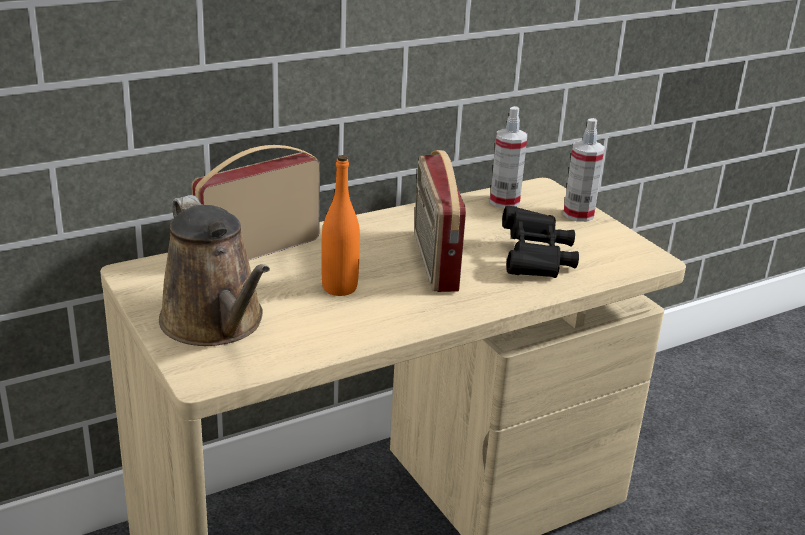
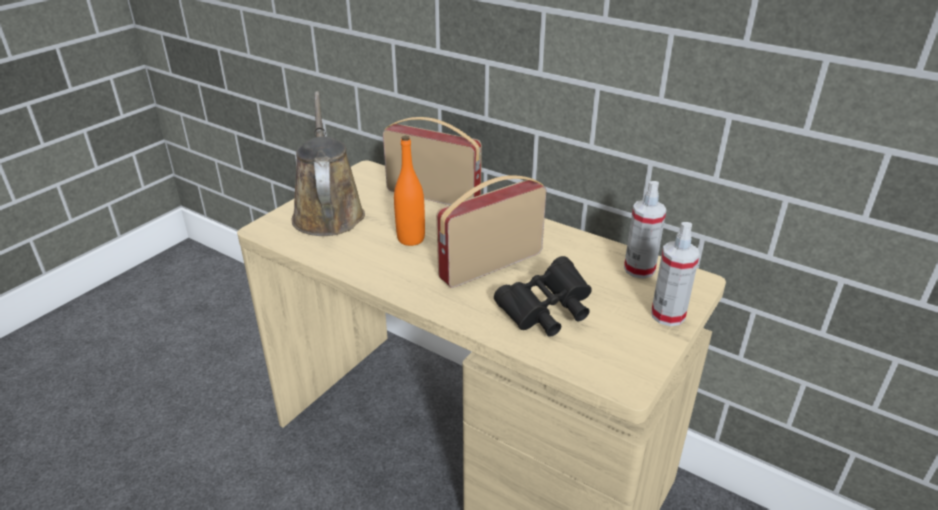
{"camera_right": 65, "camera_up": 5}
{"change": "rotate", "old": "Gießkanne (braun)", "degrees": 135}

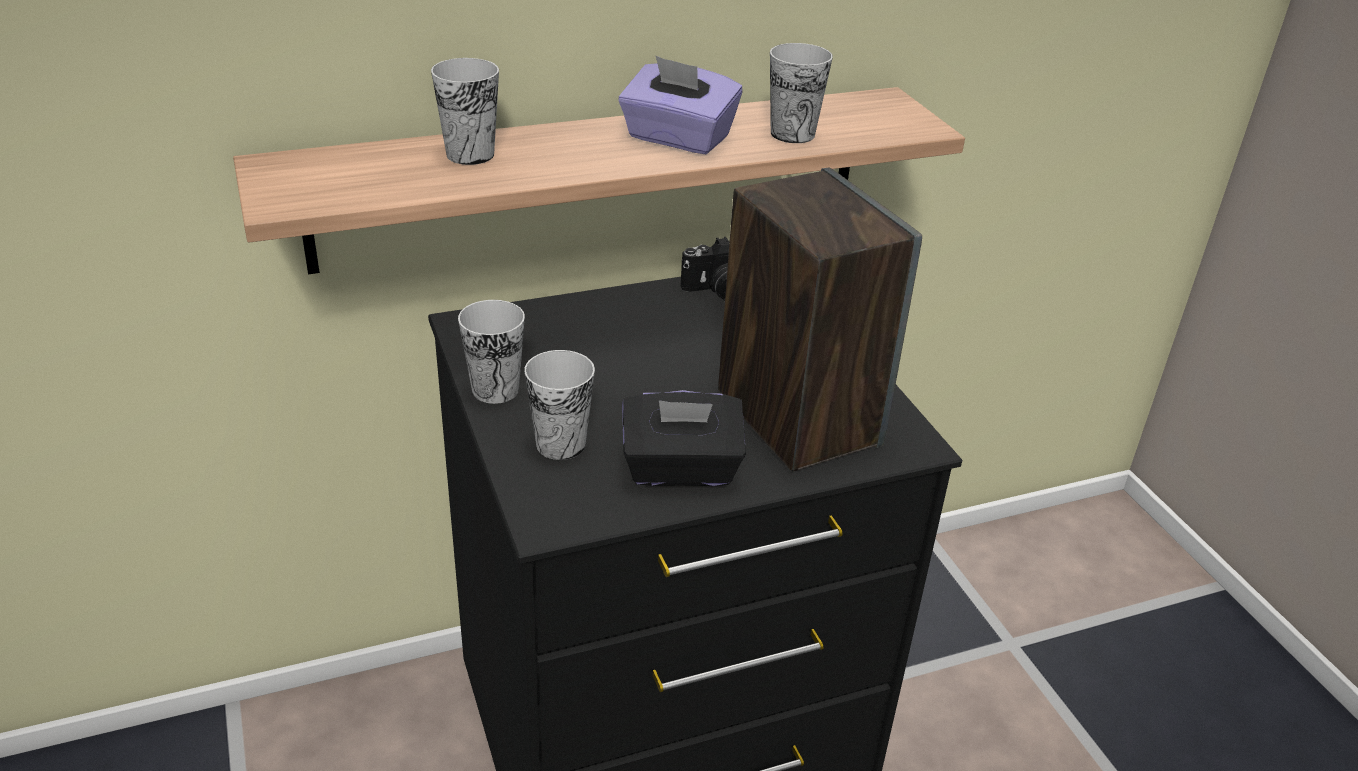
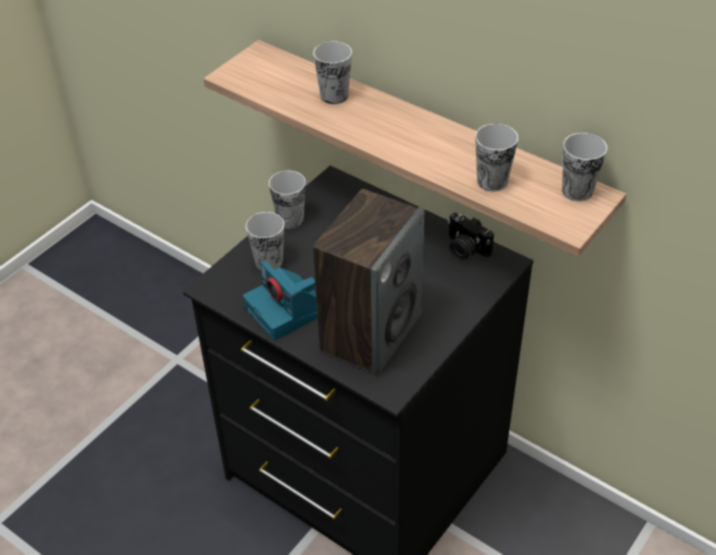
{"camera_right": 60, "camera_up": 10}
{"change": "replace", "old": "Taschentuchbox (schwarz)", "new": "Kamera (1st from left)"}
{"change": "insert", "new": "Tasse (5th from left)"}
{"change": "delete", "old": "Taschentuchbox (lila)"}

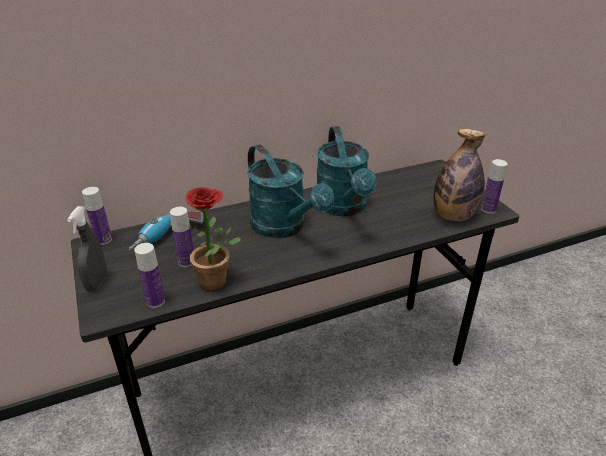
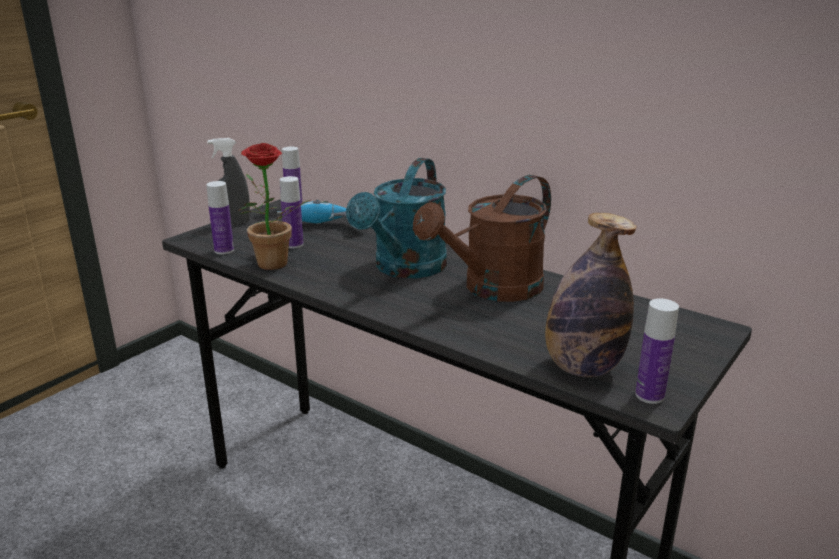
{"camera_right": 60, "camera_up": -10}
{"change": "recolor", "old": "Gießkanne (türkis) (2nd from left)", "new": "Gießkanne (braun)"}

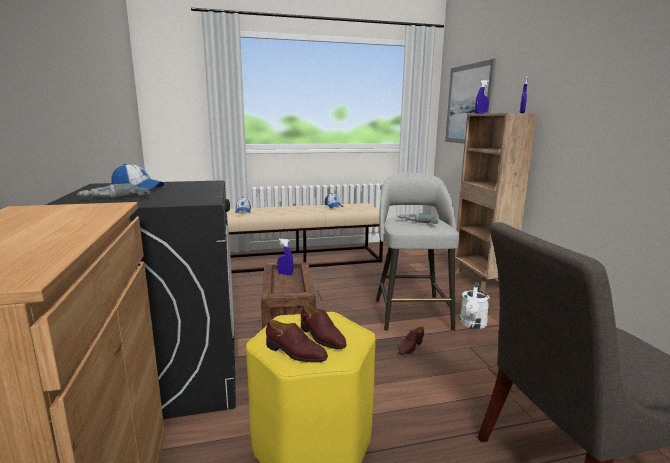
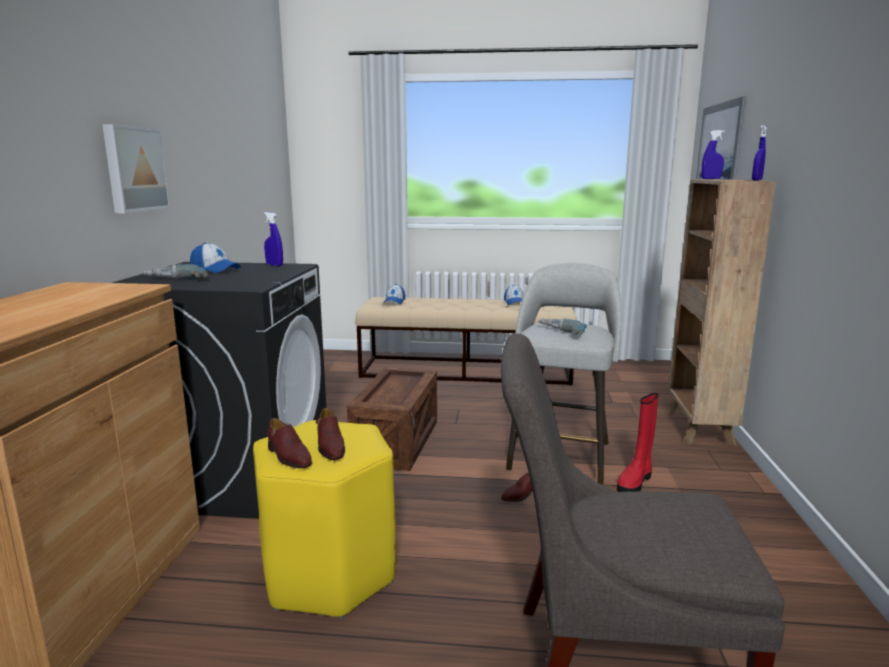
{"camera_right": 20, "camera_up": 0}
{"change": "insert", "new": "Bild (1st from left)"}
{"change": "move", "old": "Sprühflasche (blau) (1st from left)"}
{"change": "replace", "old": "Gießkanne (weiß)", "new": "Stiefel (rot)"}

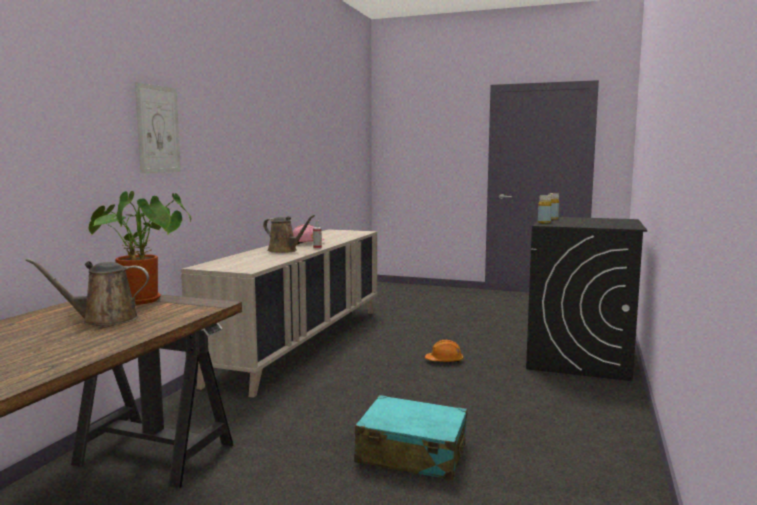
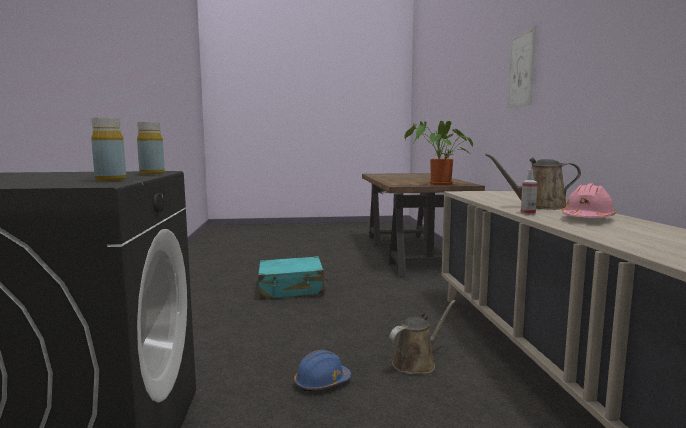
{"camera_right": 155, "camera_up": 0}
{"change": "recolor", "old": "Schutzhelm (orange)", "new": "Schutzhelm (blau)"}
{"change": "move", "old": "Gießkanne (braun) (1st from left)"}

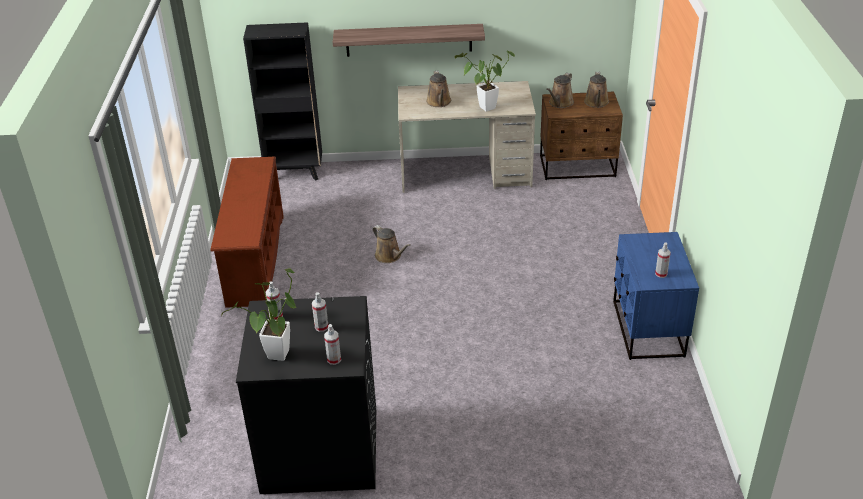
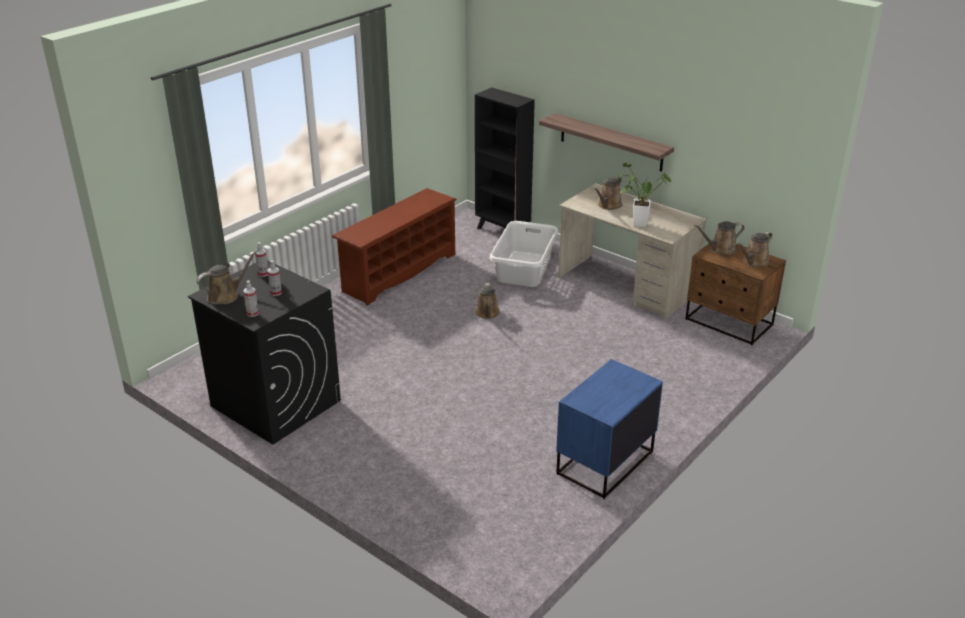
{"camera_right": 40, "camera_up": -5}
{"change": "replace", "old": "Topfpflanze (1st from left)", "new": "Gießkanne (braun) (1st from left)"}
{"change": "insert", "new": "Wäschekorb (weiß)"}
{"change": "delete", "old": "Sprühflasche (4th from left)"}

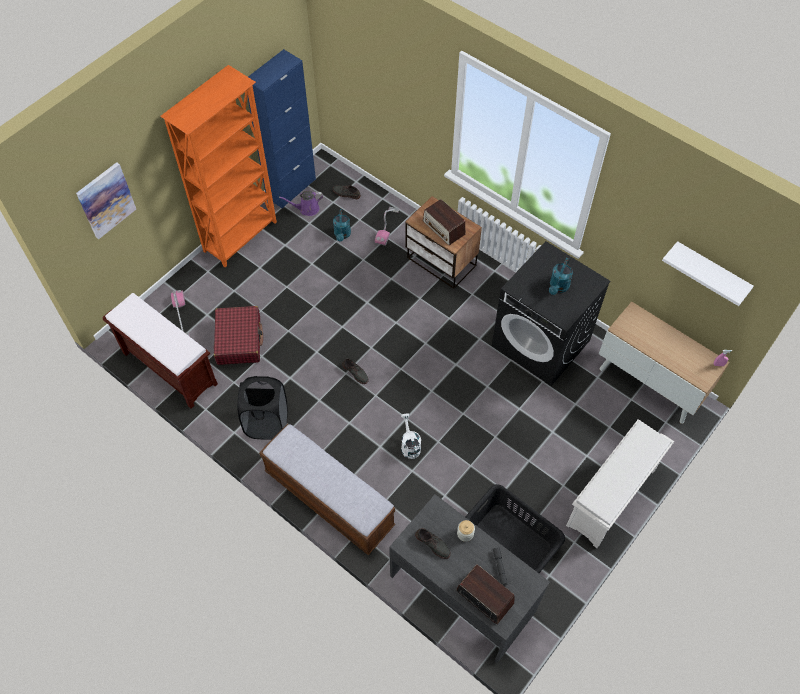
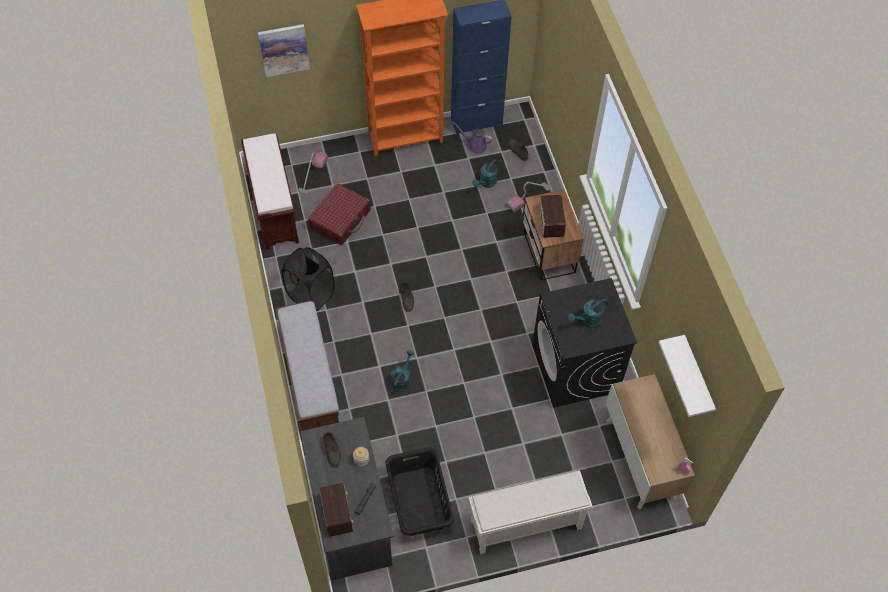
{"camera_right": 35, "camera_up": 0}
{"change": "recolor", "old": "Gießkanne (weiß)", "new": "Gießkanne (türkis) (1st from left)"}

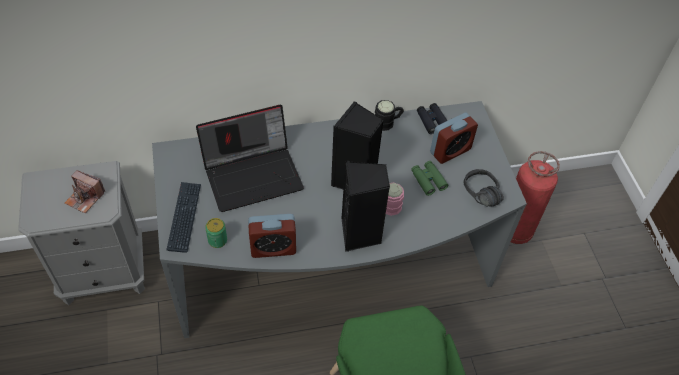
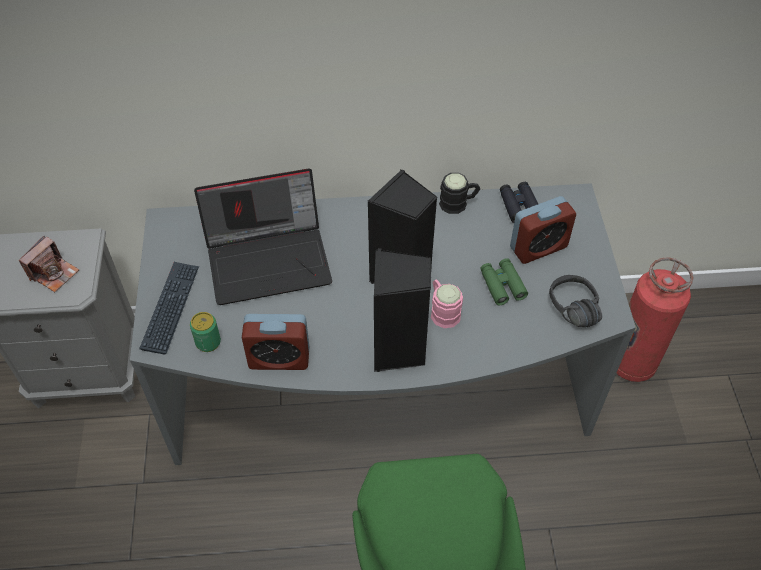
{"camera_right": 10, "camera_up": 0}
{"change": "rotate", "old": "Kamera", "degrees": -90}

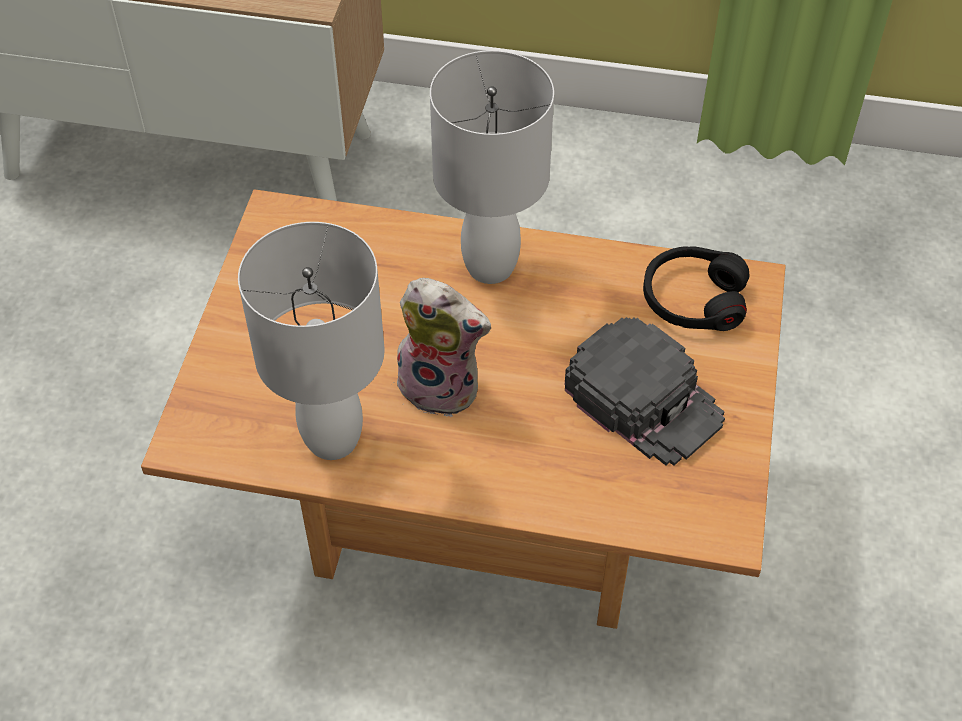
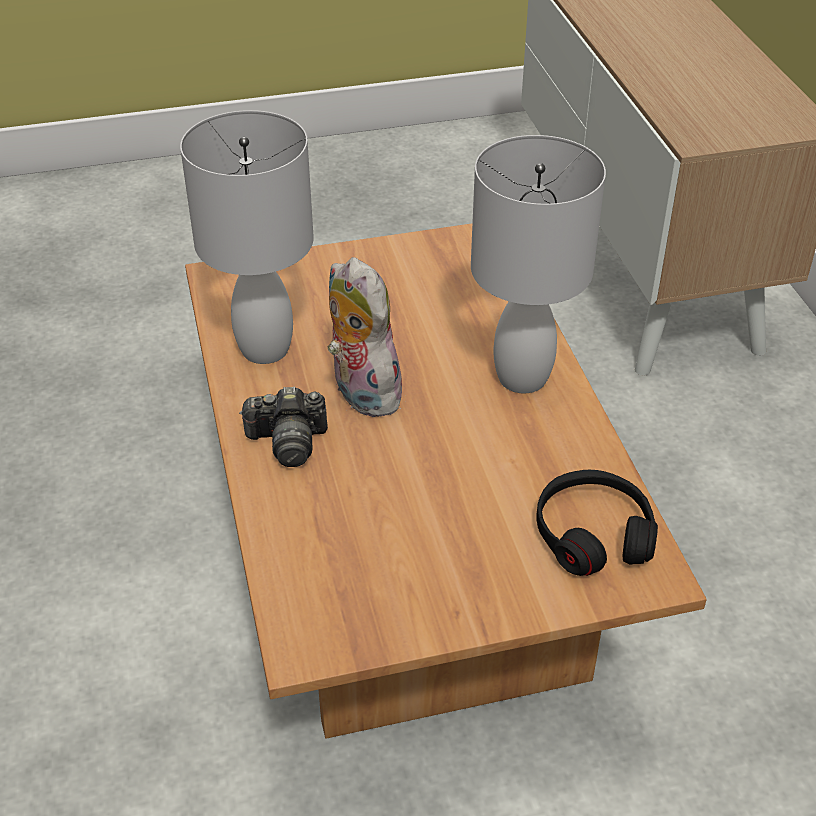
{"camera_right": 65, "camera_up": -10}
{"change": "insert", "new": "Kamera"}
{"change": "rotate", "old": "Plüschtier", "degrees": 150}
{"change": "delete", "old": "Kappe (schwarz)"}

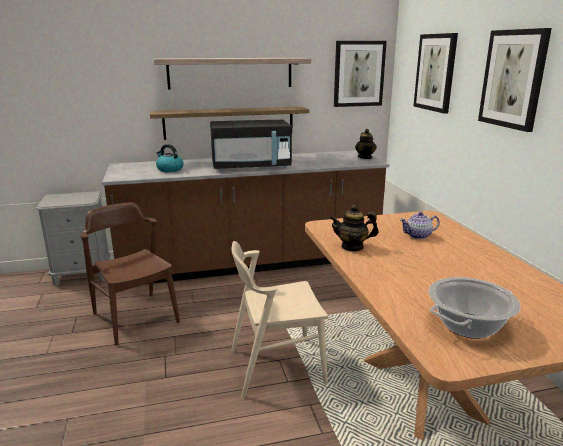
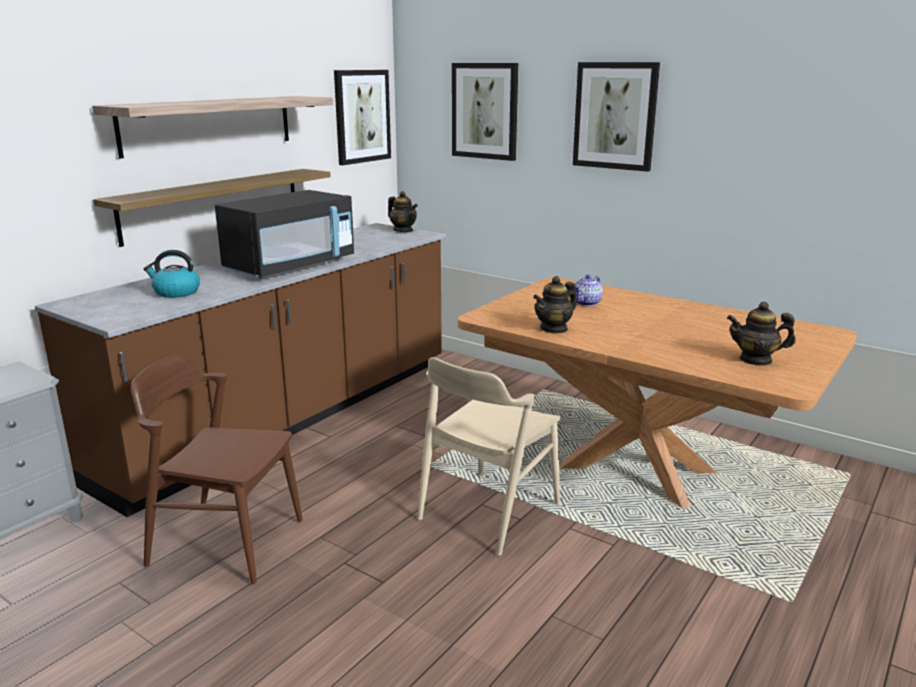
{"camera_right": -40, "camera_up": 0}
{"change": "replace", "old": "Kochtopf", "new": "Teekanne (4th from left)"}

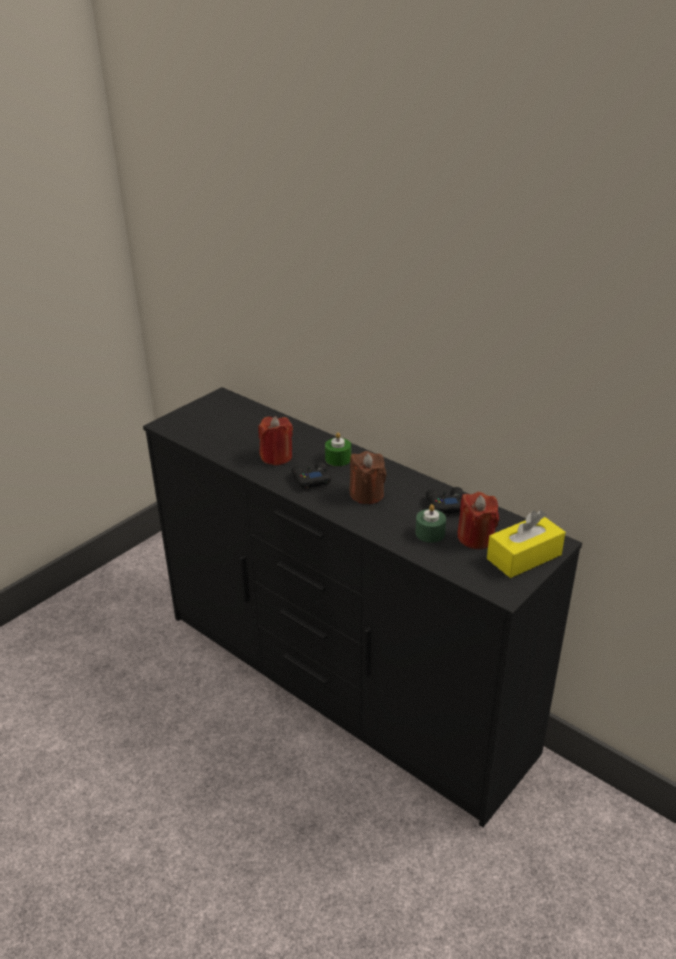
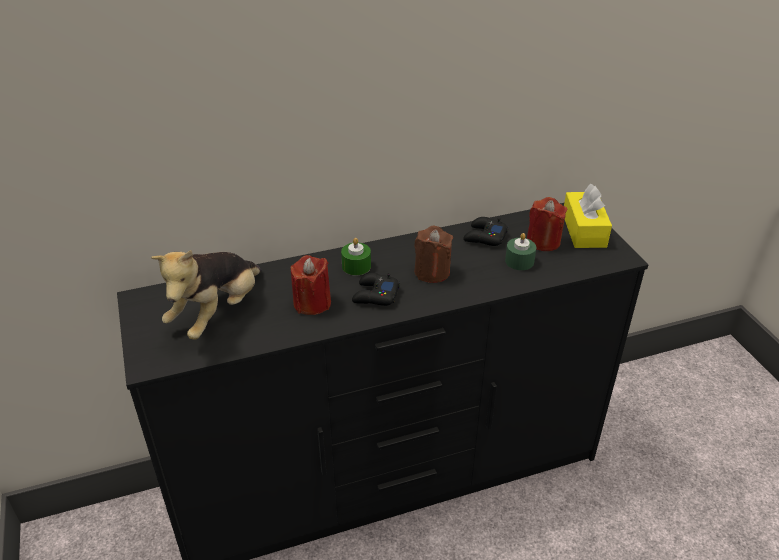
{"camera_right": -60, "camera_up": 5}
{"change": "insert", "new": "Plüschtier"}

